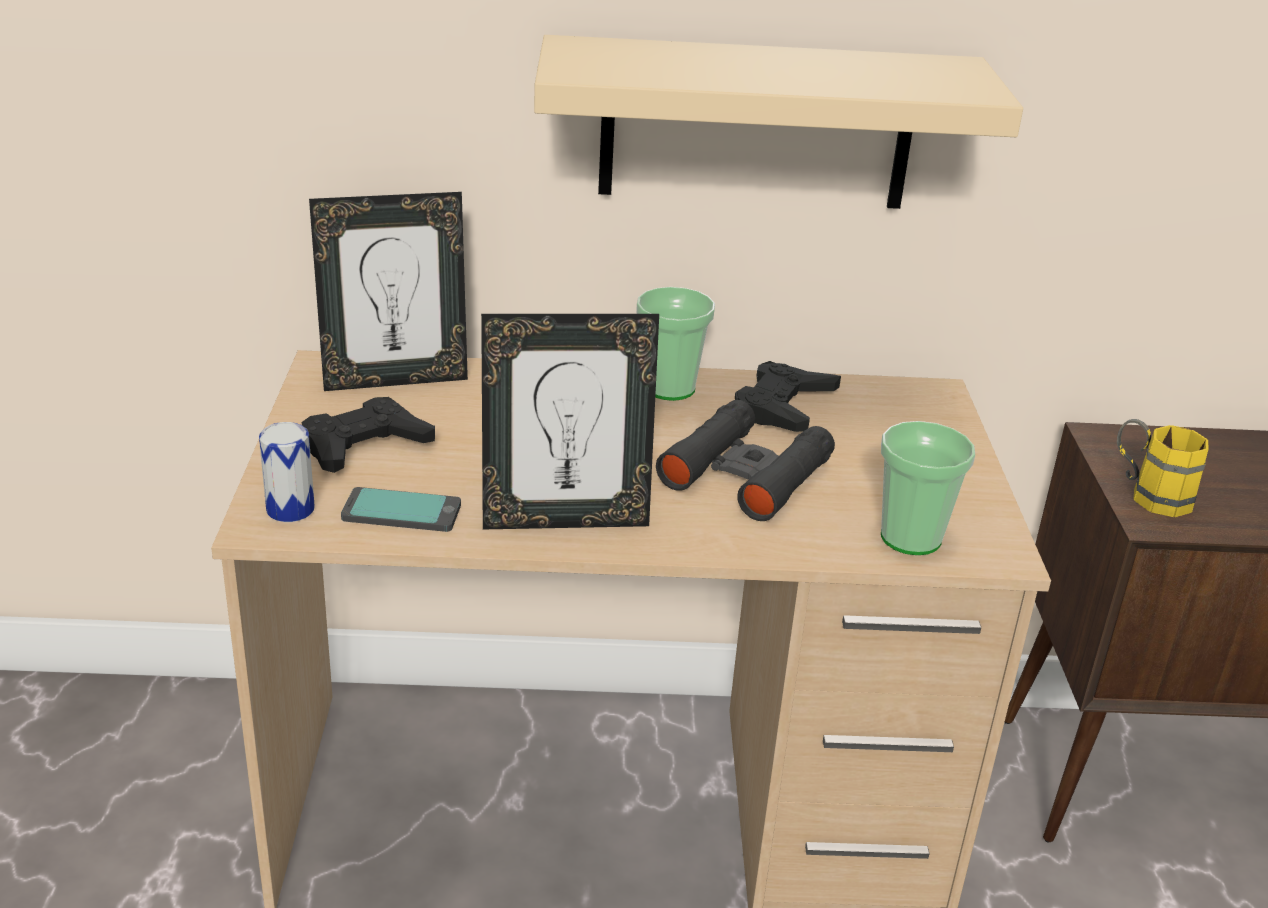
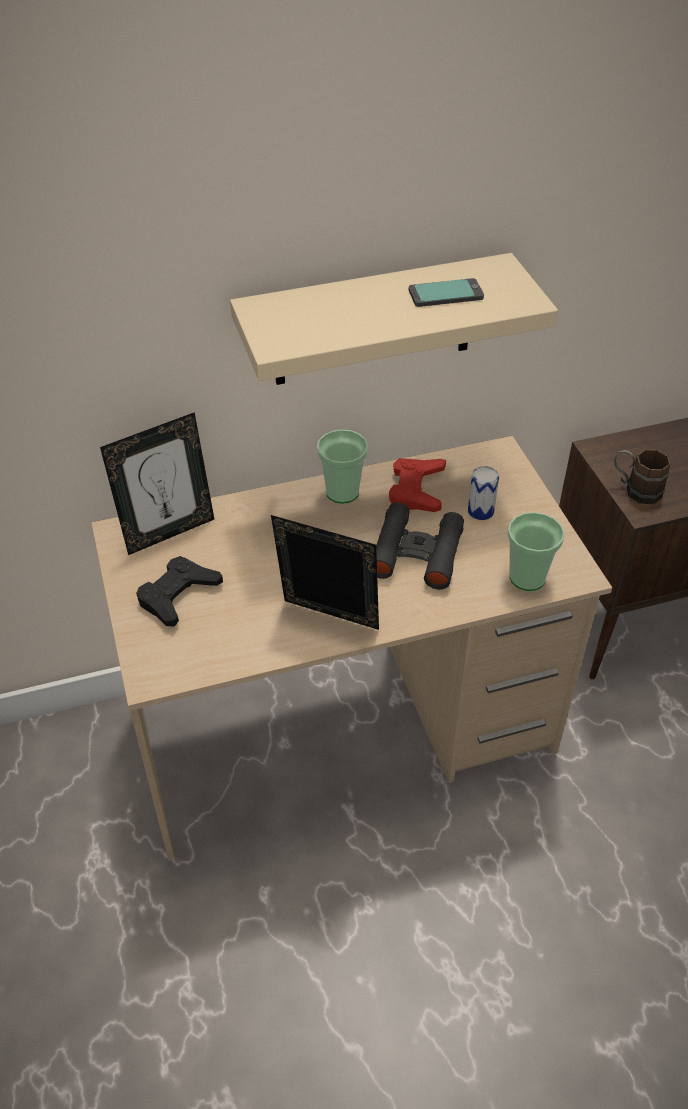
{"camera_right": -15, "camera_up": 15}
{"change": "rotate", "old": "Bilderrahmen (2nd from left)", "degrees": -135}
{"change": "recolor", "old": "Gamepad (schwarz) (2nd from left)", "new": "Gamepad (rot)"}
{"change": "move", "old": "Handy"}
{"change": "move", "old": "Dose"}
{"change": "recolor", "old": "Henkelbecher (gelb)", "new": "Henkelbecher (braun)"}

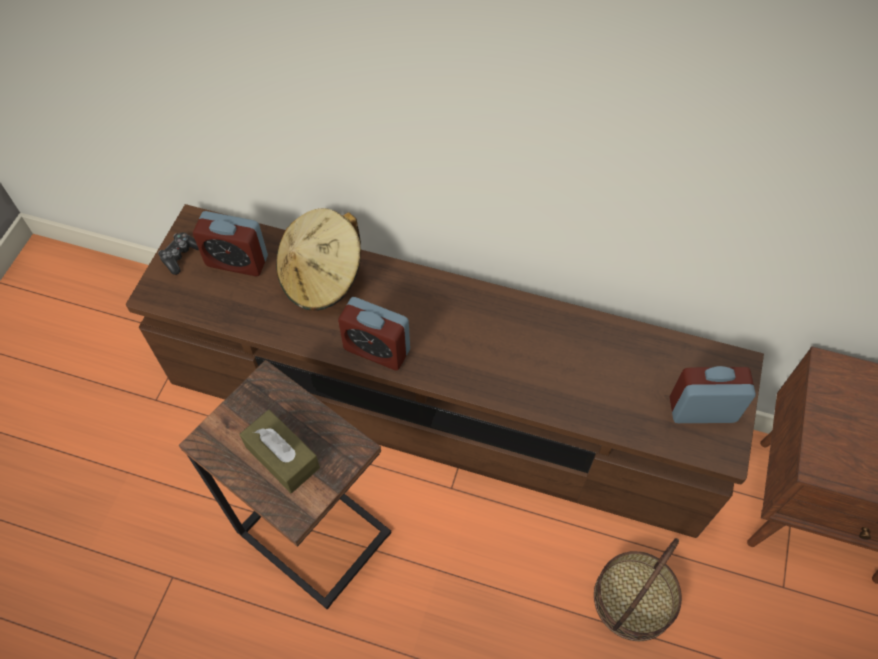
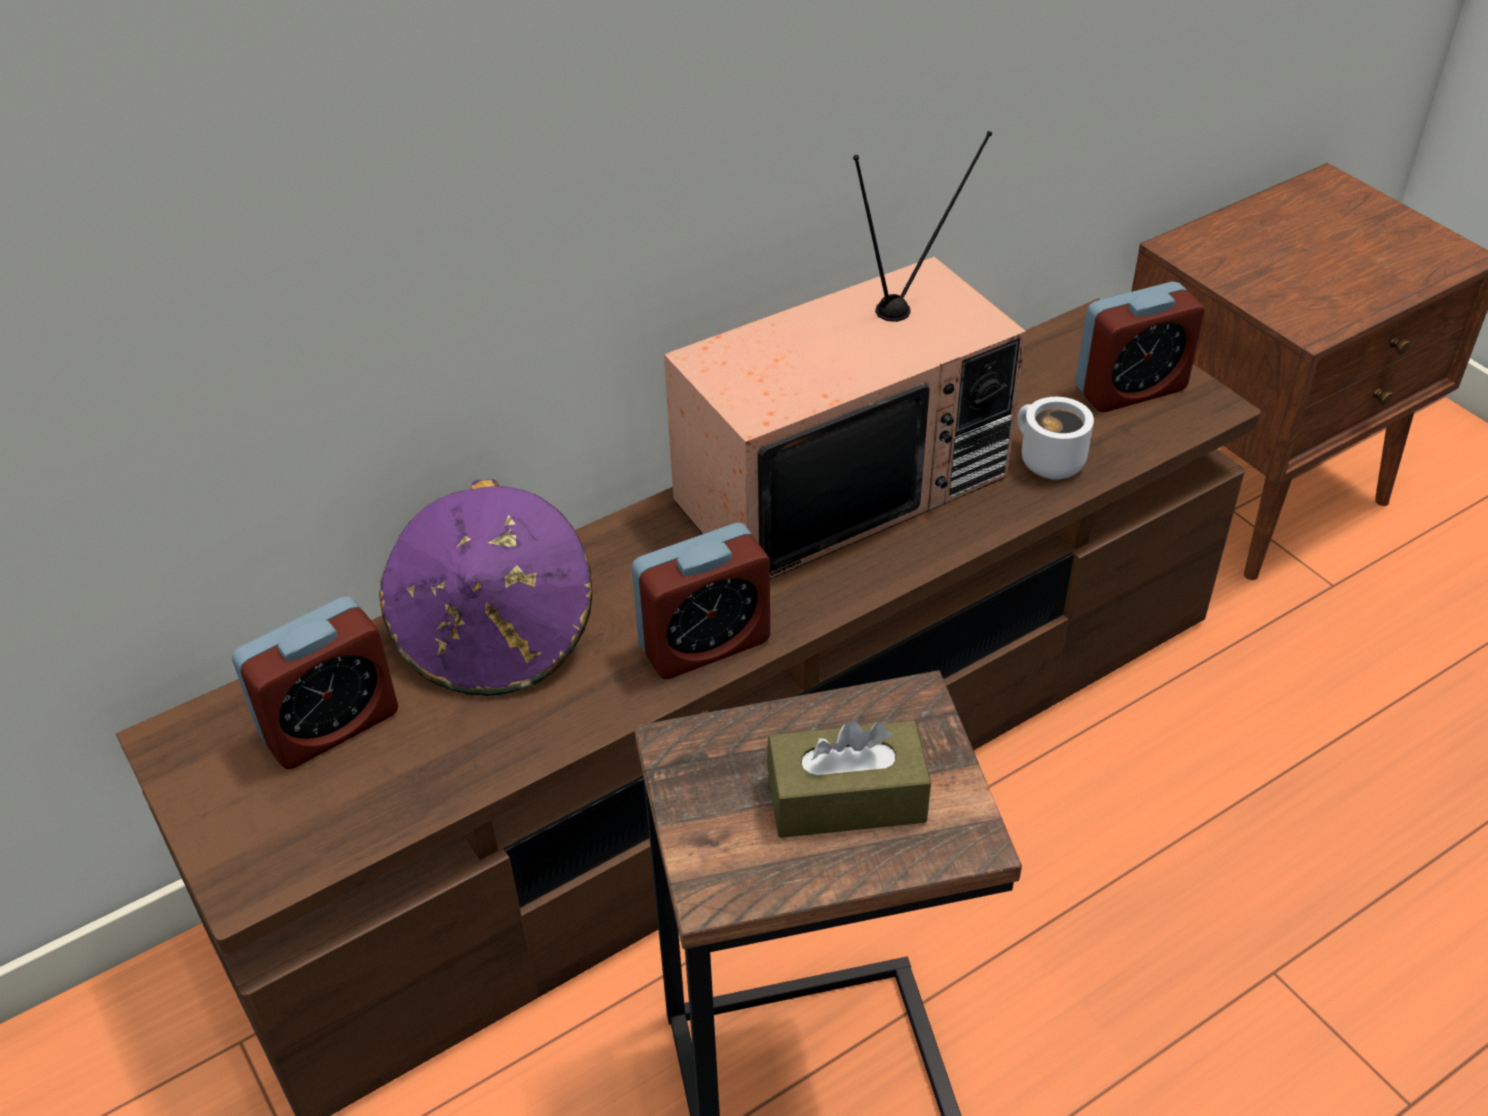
{"camera_right": -50, "camera_up": -15}
{"change": "recolor", "old": "Hut (beige)", "new": "Hut (lila)"}
{"change": "insert", "new": "Fernseher"}
{"change": "insert", "new": "Henkelbecher (weiß)"}
{"change": "rotate", "old": "Wecker (3rd from left)", "degrees": -150}
{"change": "delete", "old": "Gamepad"}
{"change": "delete", "old": "Korb"}

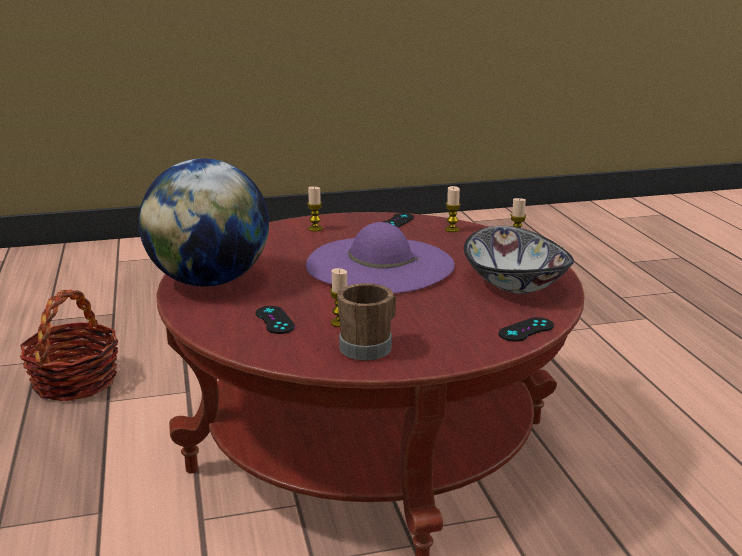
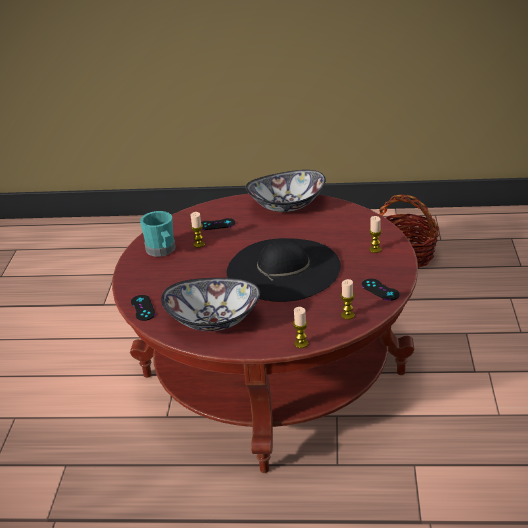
{"camera_right": 110, "camera_up": 10}
{"change": "recolor", "old": "Henkelbecher (braun)", "new": "Henkelbecher (türkis)"}
{"change": "recolor", "old": "Hut (lila)", "new": "Hut (schwarz)"}
{"change": "replace", "old": "Globus", "new": "Schüssel (2nd from left)"}

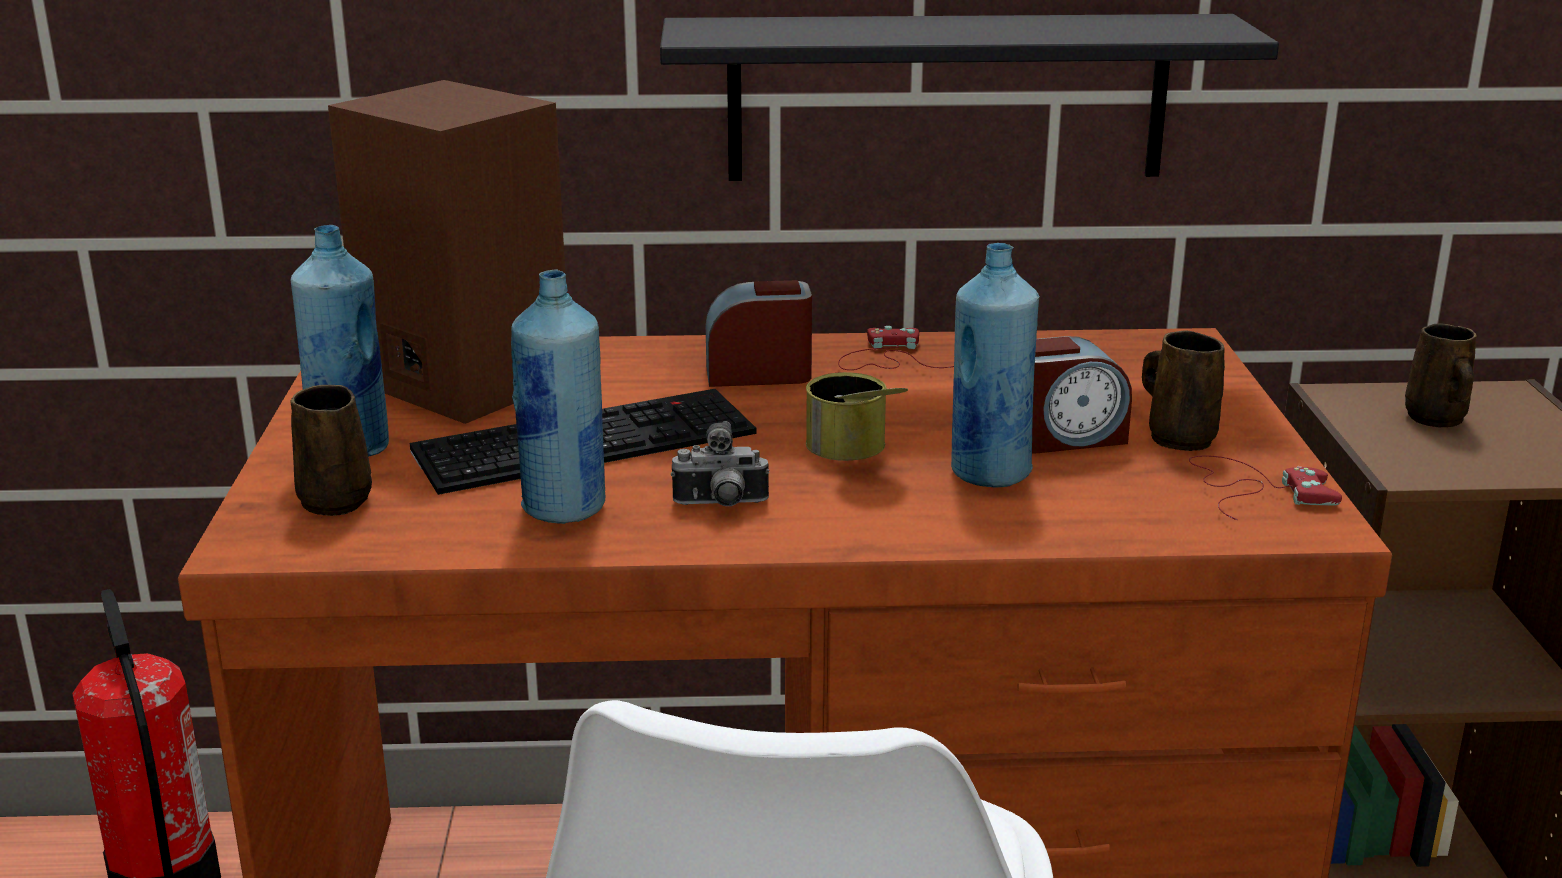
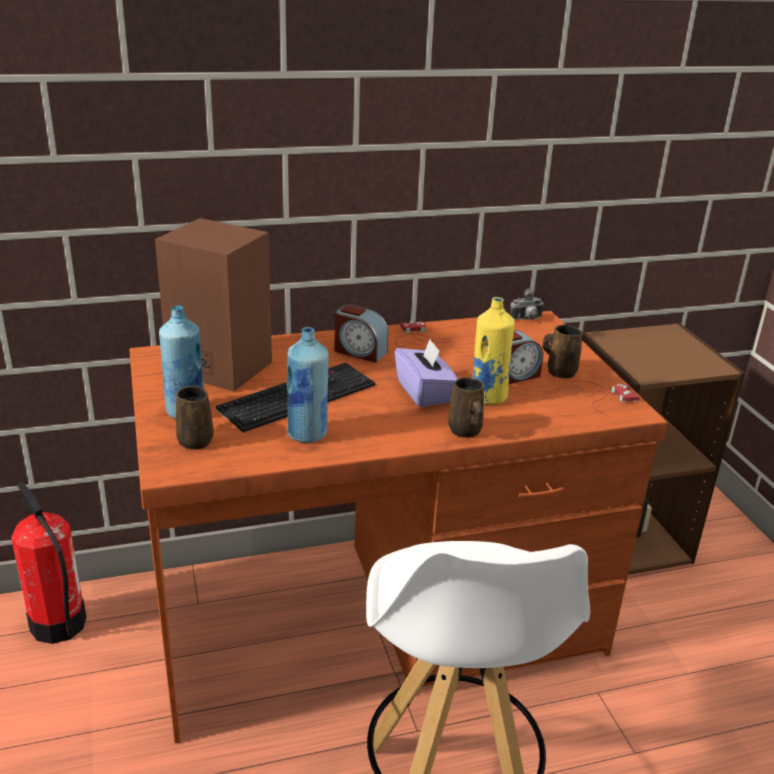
{"camera_right": -15, "camera_up": 5}
{"change": "rotate", "old": "Wecker (1st from left)", "degrees": -135}
{"change": "replace", "old": "Dose", "new": "Taschentuchbox (lila)"}
{"change": "move", "old": "Henkelbecher (braun) (3rd from left in the first image)", "new": "Henkelbecher (braun) (2nd from left)"}
{"change": "recolor", "old": "Flasche (blau) (3rd from left)", "new": "Flasche (gelb)"}
{"change": "move", "old": "Kamera"}
{"change": "delete", "old": "Wandregal (schwarz)"}

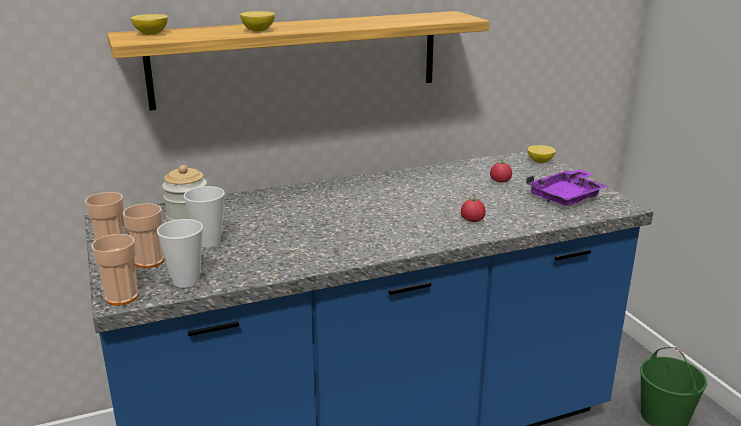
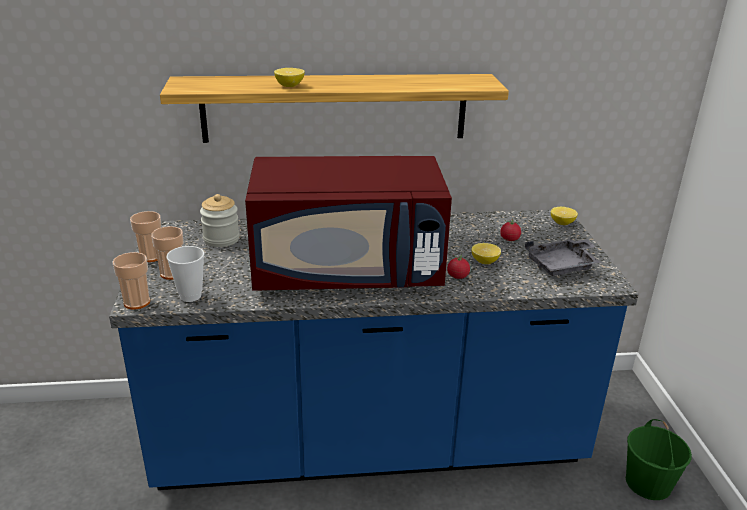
{"camera_right": 15, "camera_up": 5}
{"change": "insert", "new": "Mikrowelle (rot)"}
{"change": "move", "old": "Zitrone (1st from left in the first image)", "new": "Zitrone (2nd from left)"}
{"change": "recolor", "old": "Tablett (lila)", "new": "Tablett (grau)"}
{"change": "delete", "old": "Tasse (5th from left)"}

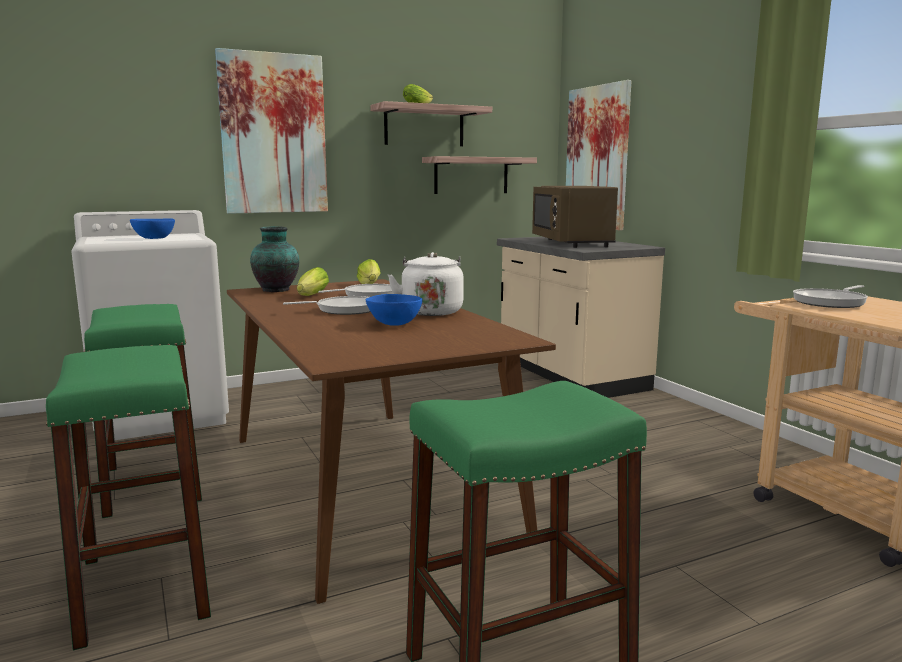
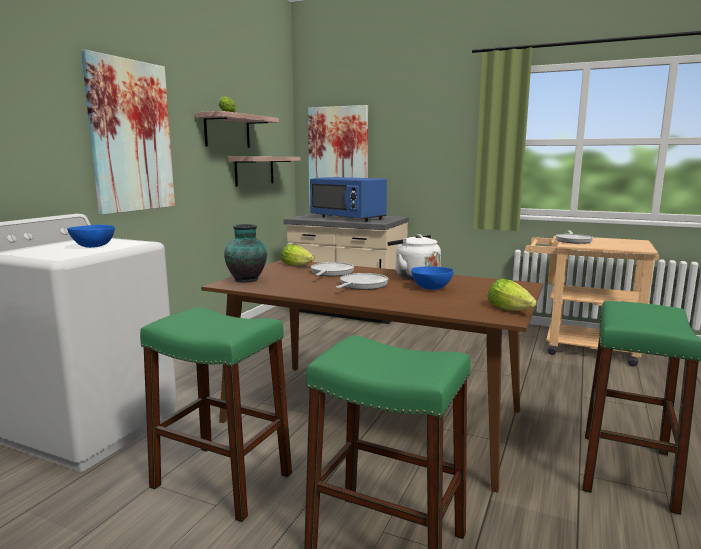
{"camera_right": -40, "camera_up": 0}
{"change": "recolor", "old": "Mikrowelle (braun)", "new": "Mikrowelle (blau)"}
{"change": "move", "old": "Salatkopf (1st from left in the first image)", "new": "Salatkopf (3rd from left)"}

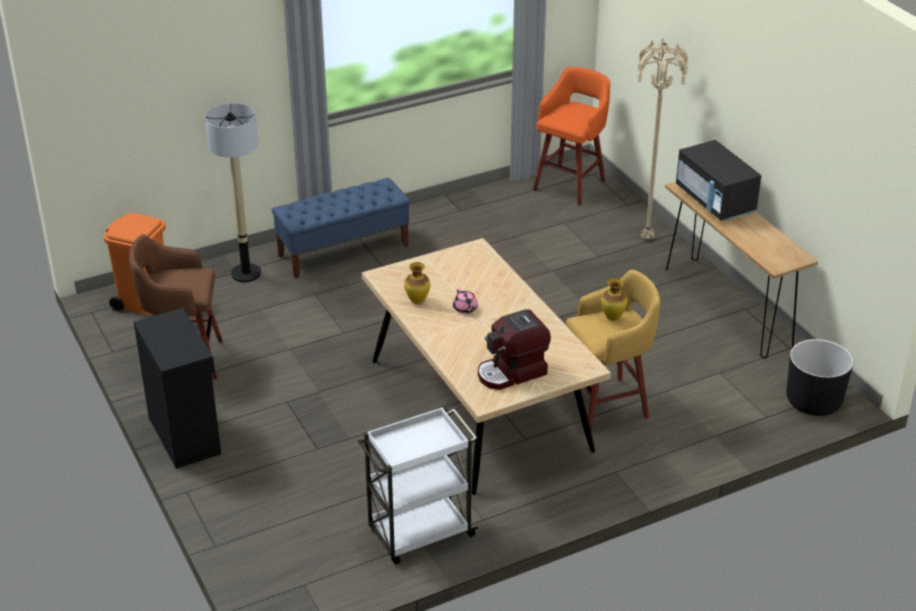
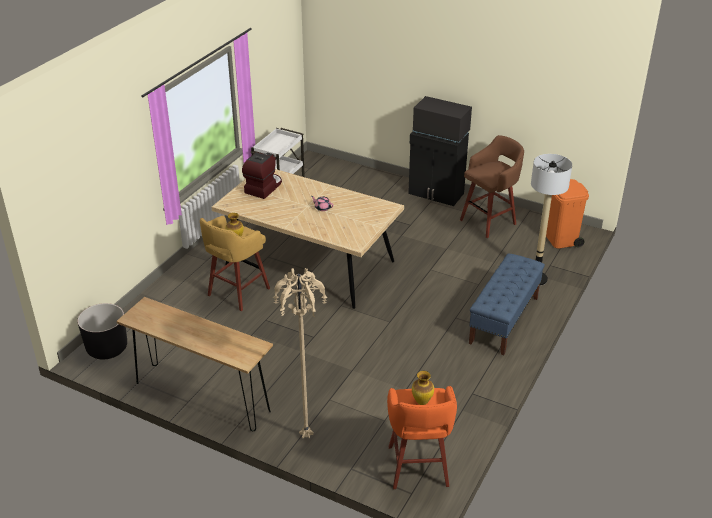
{"camera_right": 145, "camera_up": 0}
{"change": "move", "old": "Mikrowelle (schwarz)"}
{"change": "move", "old": "Vase (1st from left in the first image)", "new": "Vase (2nd from left)"}

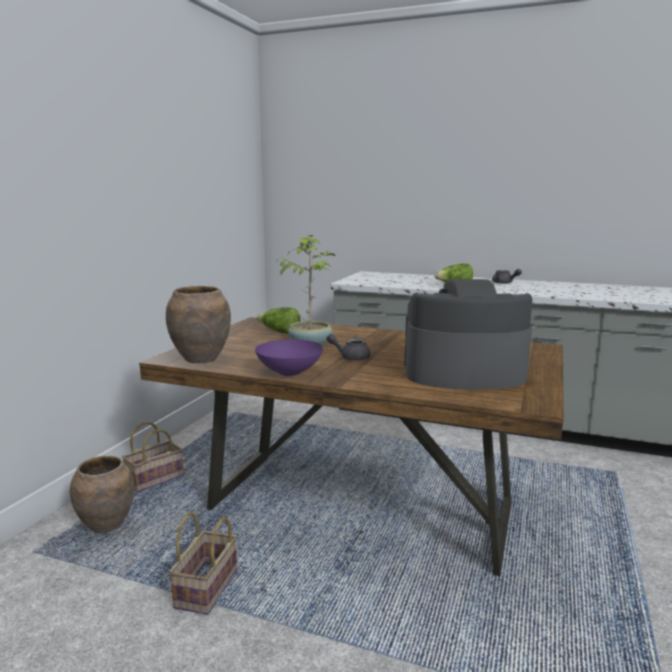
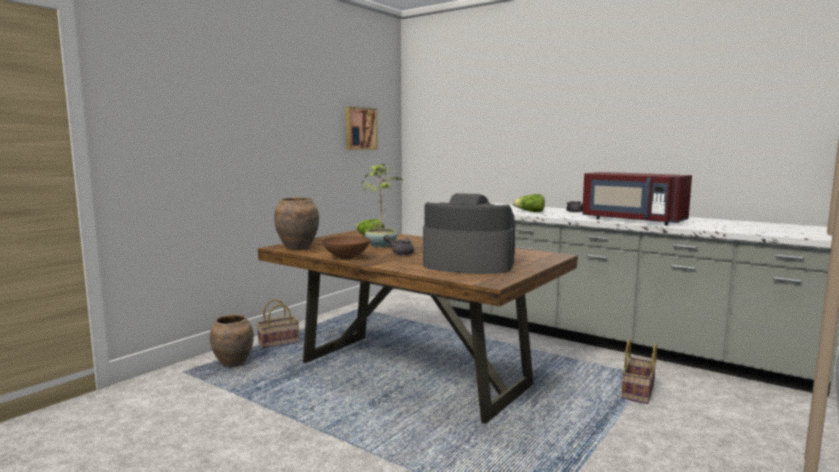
{"camera_right": 15, "camera_up": -5}
{"change": "recolor", "old": "Schüssel (lila)", "new": "Schüssel (braun)"}
{"change": "insert", "new": "Bild"}
{"change": "insert", "new": "Mikrowelle (rot)"}
{"change": "move", "old": "Korb (2nd from left)"}

